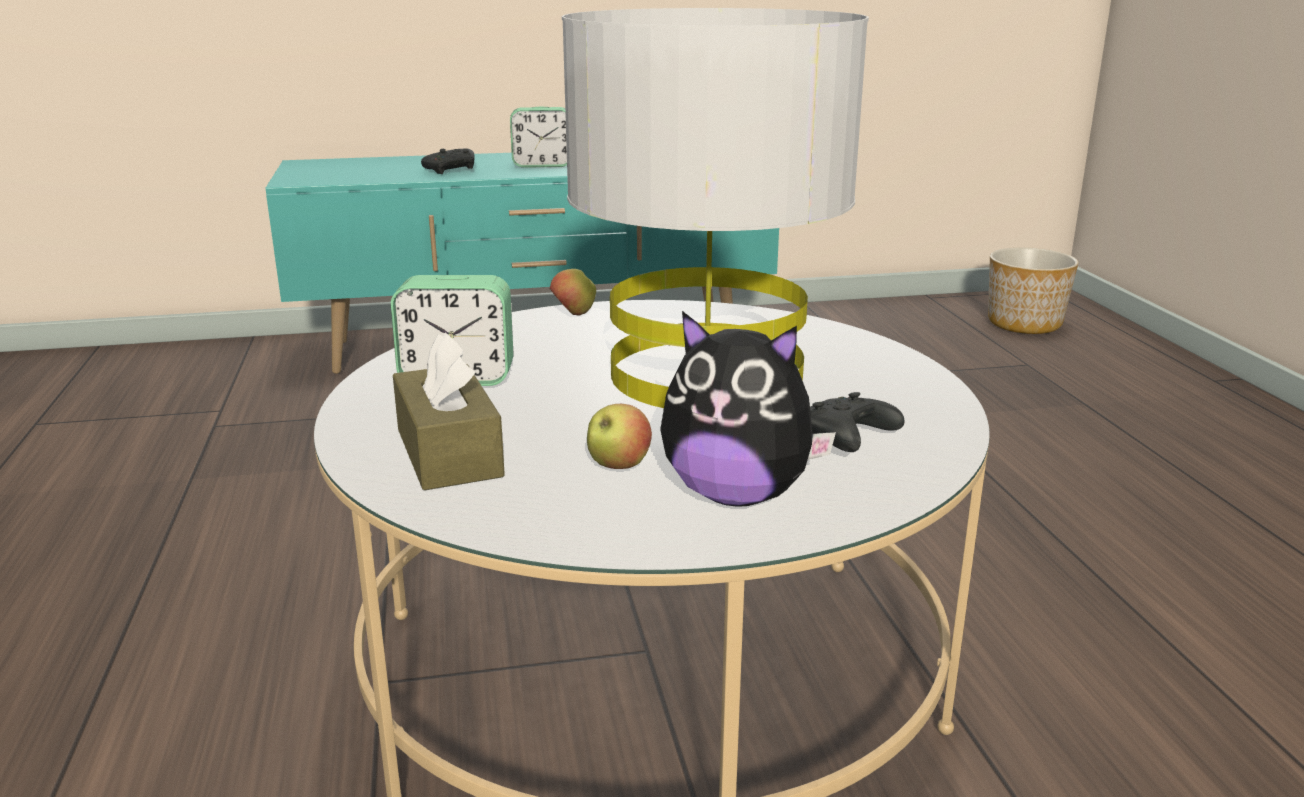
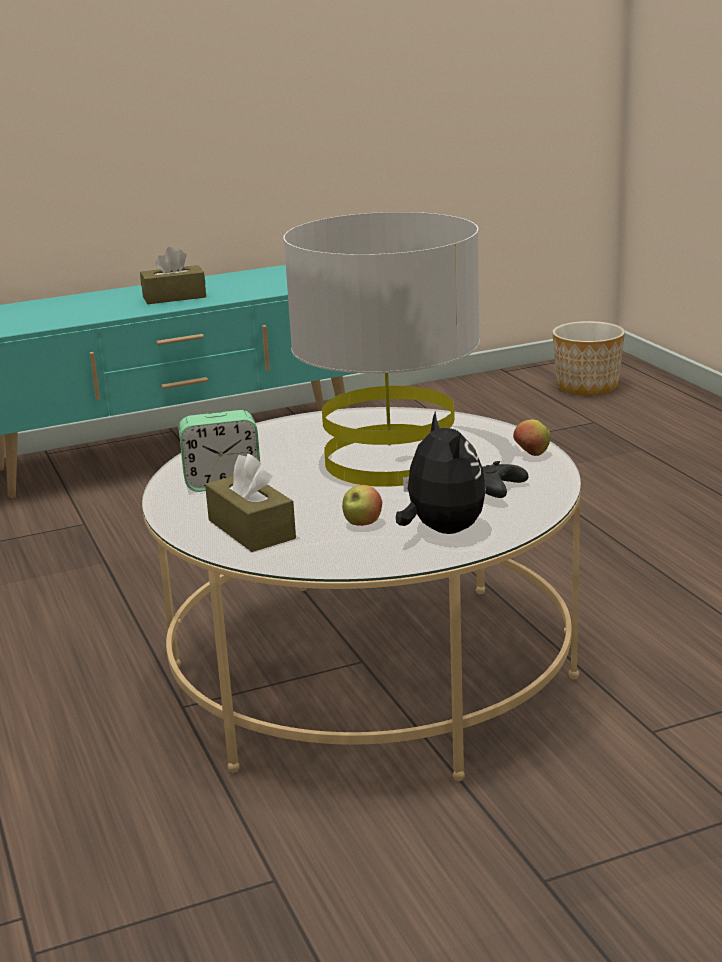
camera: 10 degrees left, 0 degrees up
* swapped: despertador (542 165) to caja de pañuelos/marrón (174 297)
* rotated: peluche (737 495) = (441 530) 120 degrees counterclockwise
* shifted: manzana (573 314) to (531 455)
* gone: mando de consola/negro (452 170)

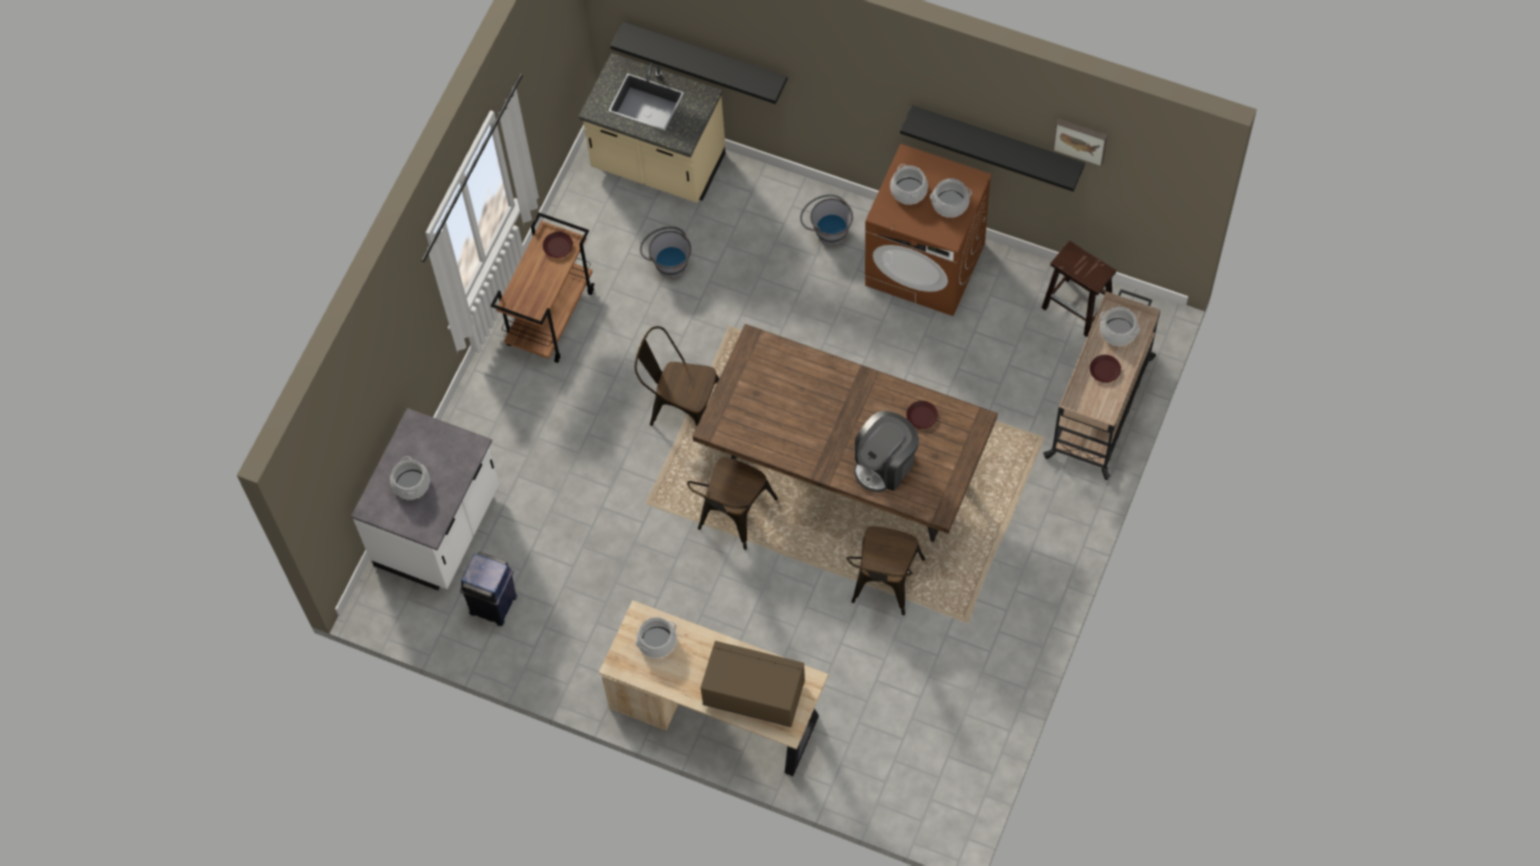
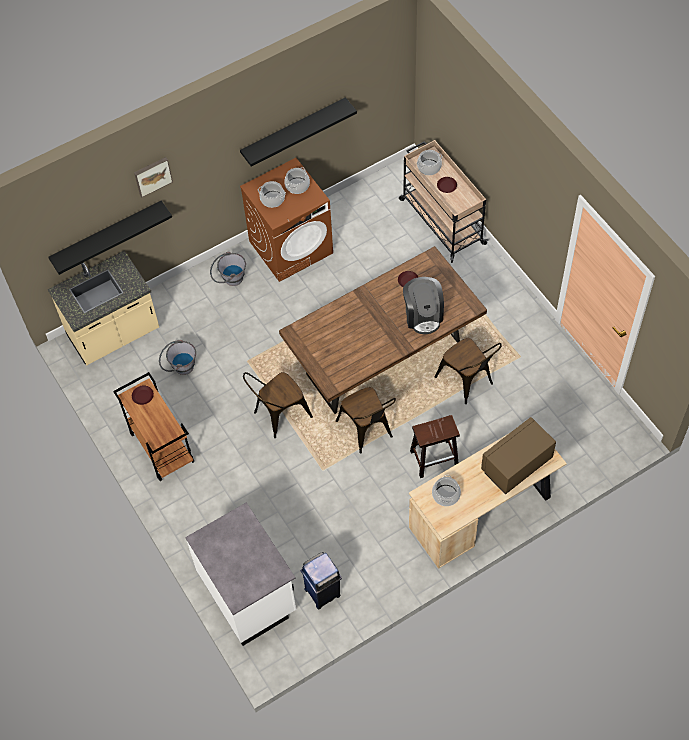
camera: 55 degrees left, 5 degrees down
* shifted: cuadro (1081 140) to (152 176)
* shifted: taburete/marrón (1078 307) to (435 458)
* gone: olla (411 484)

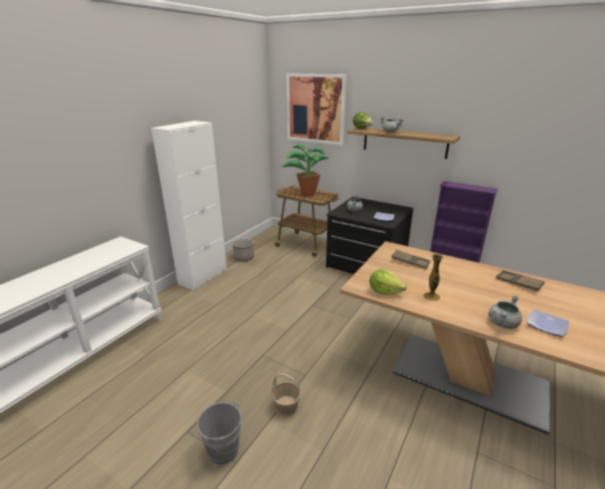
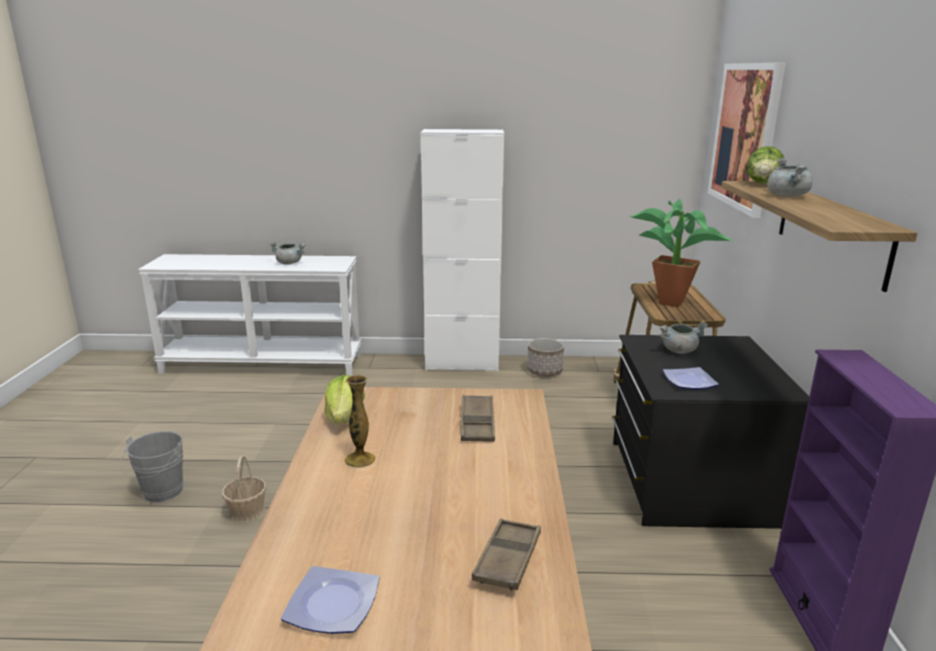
camera: 60 degrees right, 5 degrees down
* shifted: olla/gris (502 323) to (289 263)

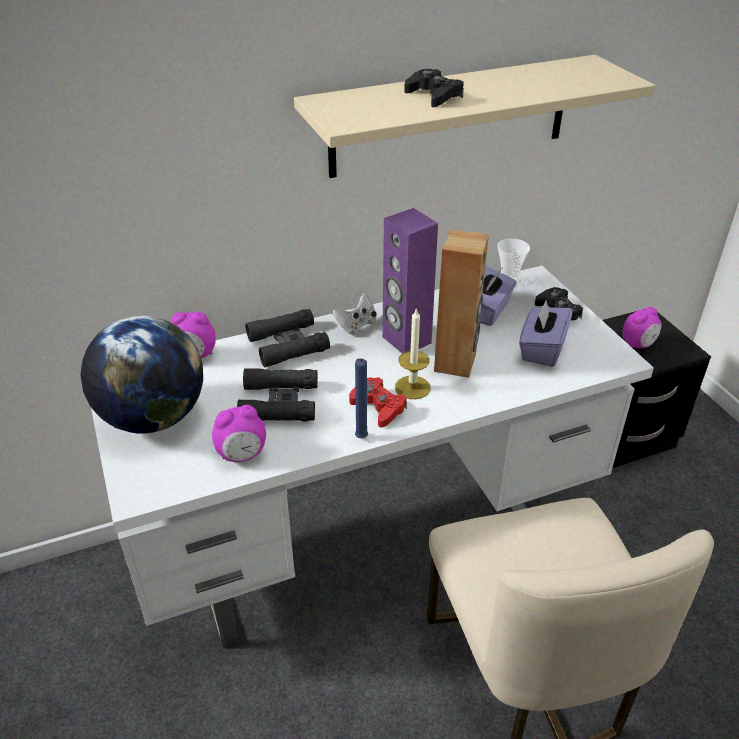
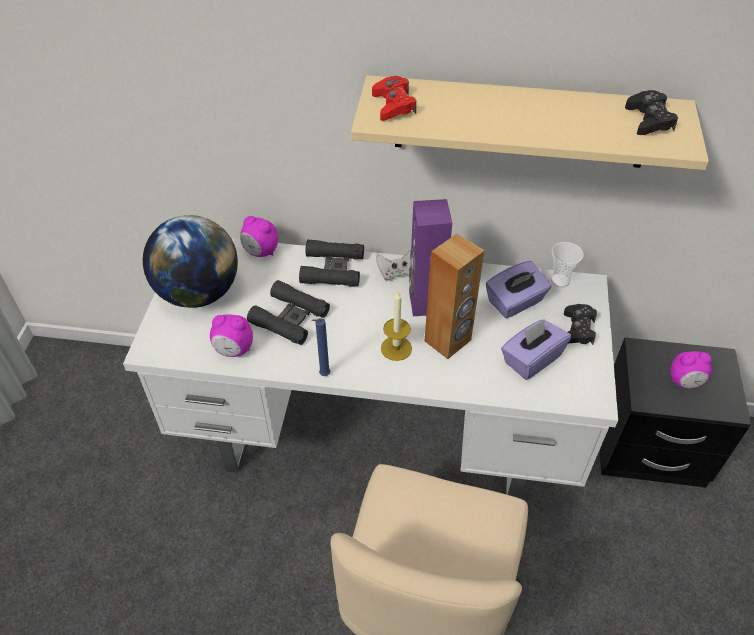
camera: 30 degrees right, 10 degrees up
* shifted: mando de consola/rojo (378 407) to (393 105)
* shifted: mando de consola/negro (434 96) to (649 120)

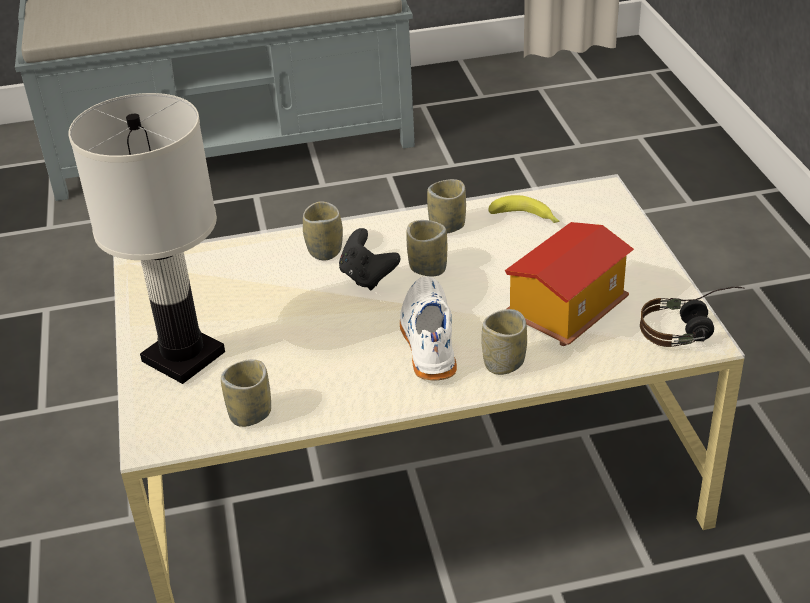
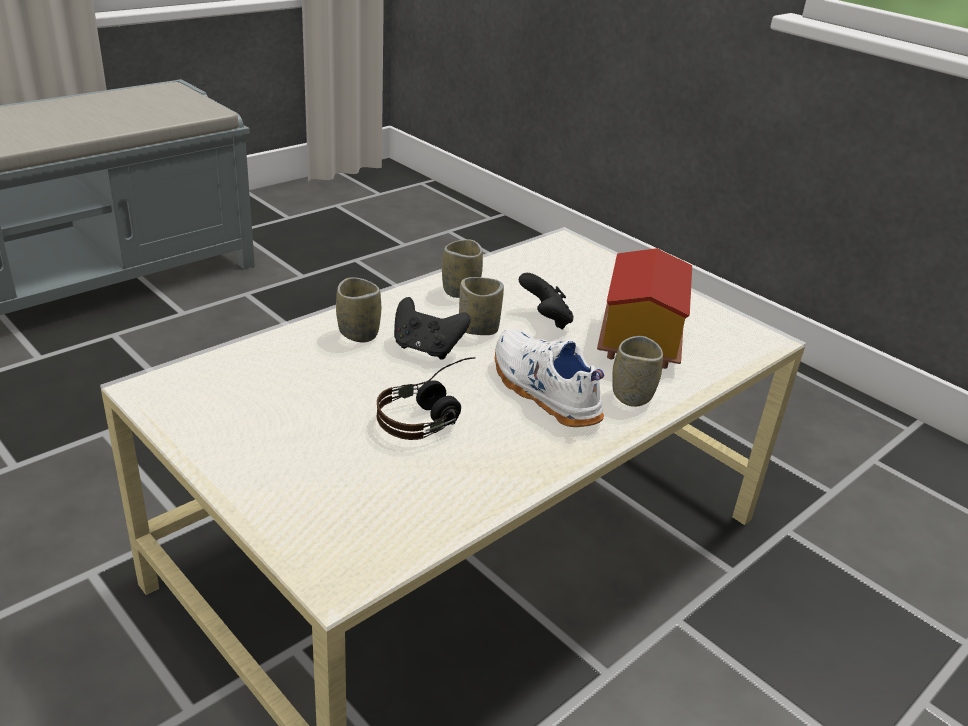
camera: 35 degrees left, 5 degrees down
* shifted: auriculares (692 328) to (433 413)
* new: mando de consola/negro (545 320)
* gone: lámpara de mesa/blanco (183 356)
* gone: taza (250 414)
* gone: plátano (526 218)

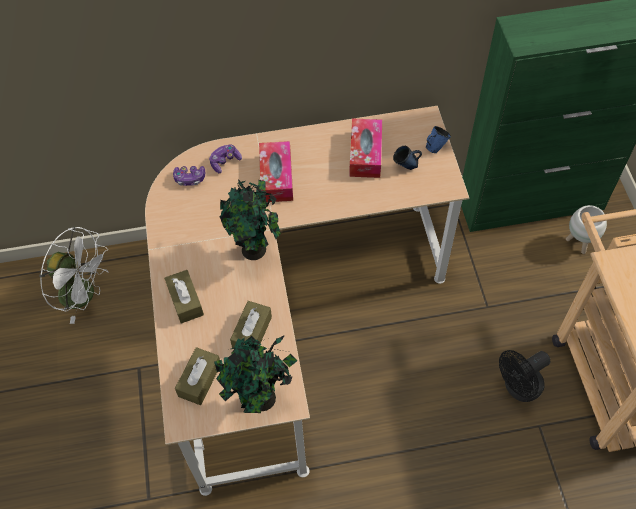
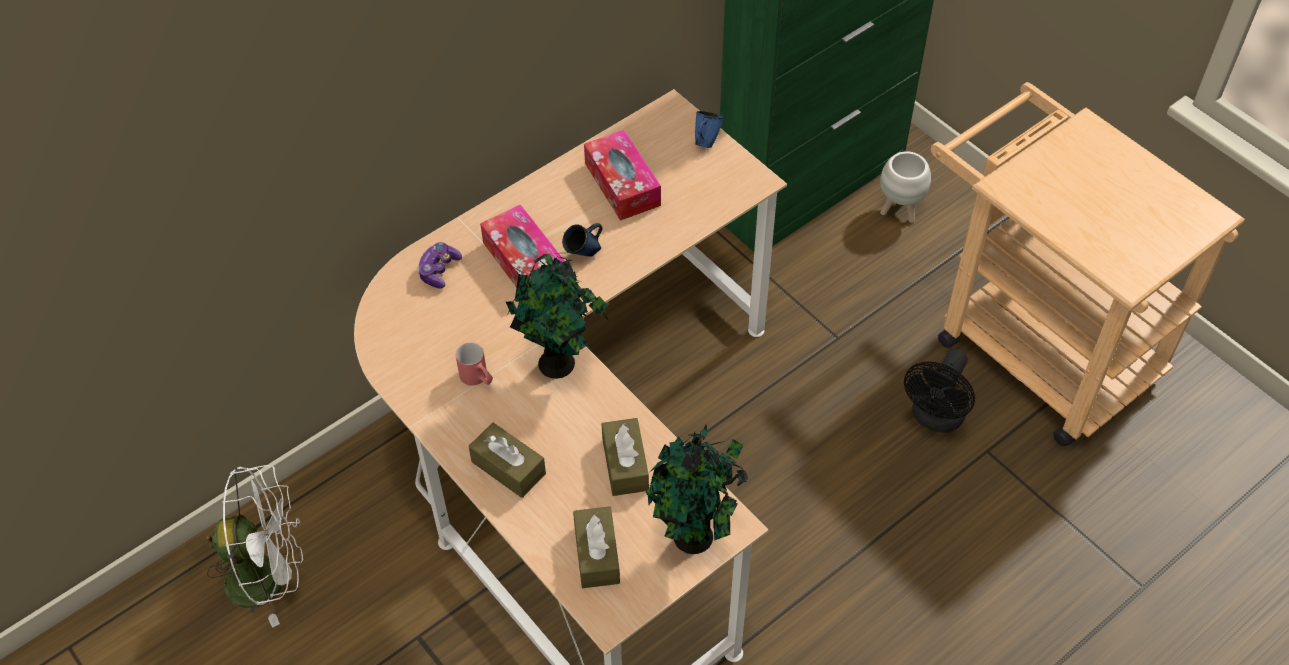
camera: 30 degrees left, 5 degrees down
* new: taza grande/rojo (478 379)
* shifted: taza grande/azul (406 167) to (584 255)
* gone: mando de consola (190 178)

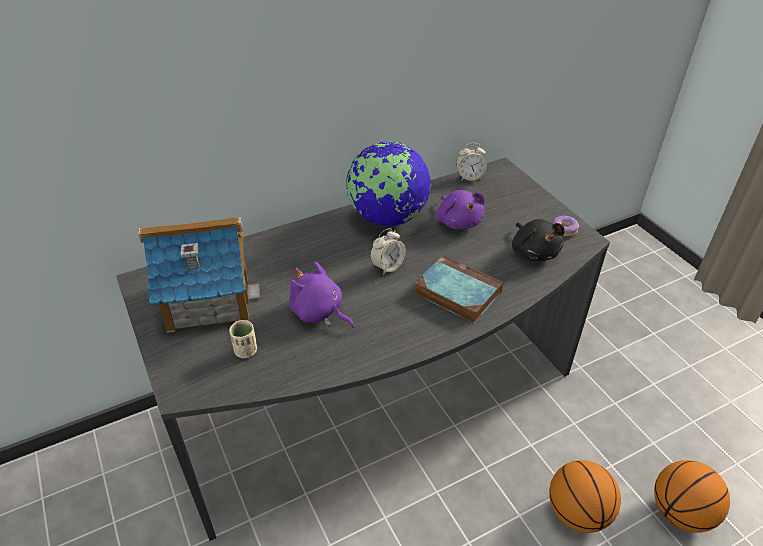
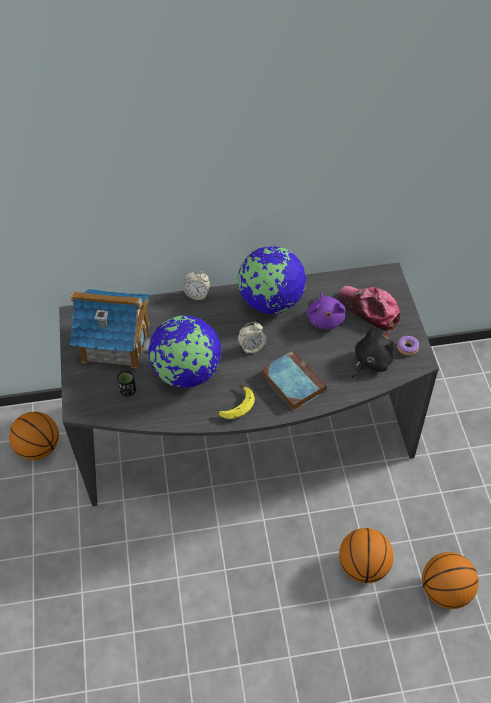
camera: 20 degrees right, 10 degrees up
* new: balón de baloncesto (39 448)
* repainted: taza/beis (246 351) to taza/negro (128 390)
* swapped: peluche/morado (319 312) to globo terráqueo (187 373)
* shifted: despertador (469 177) to (197 295)
* new: plátano (235 404)
* new: gorra (369 310)
* rotated: peluche/negro (534 251) = (371 362) 135 degrees counterclockwise

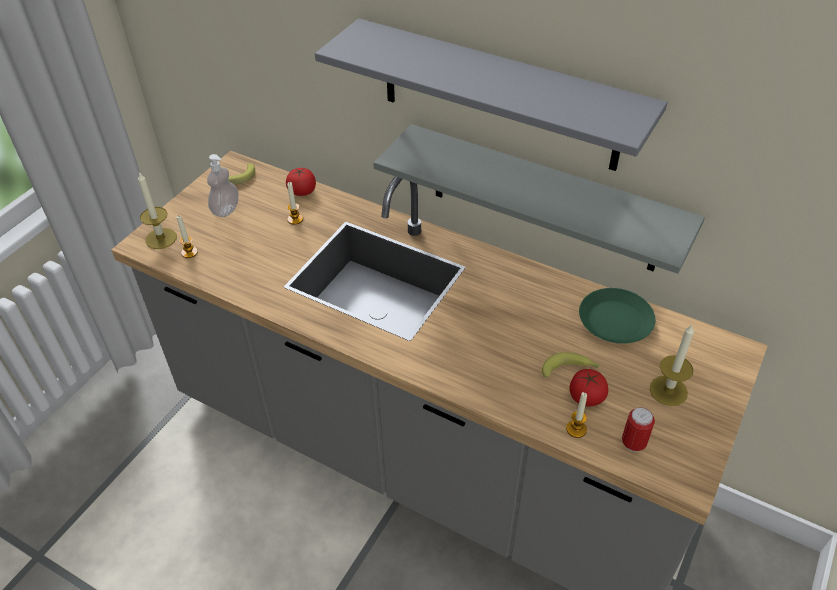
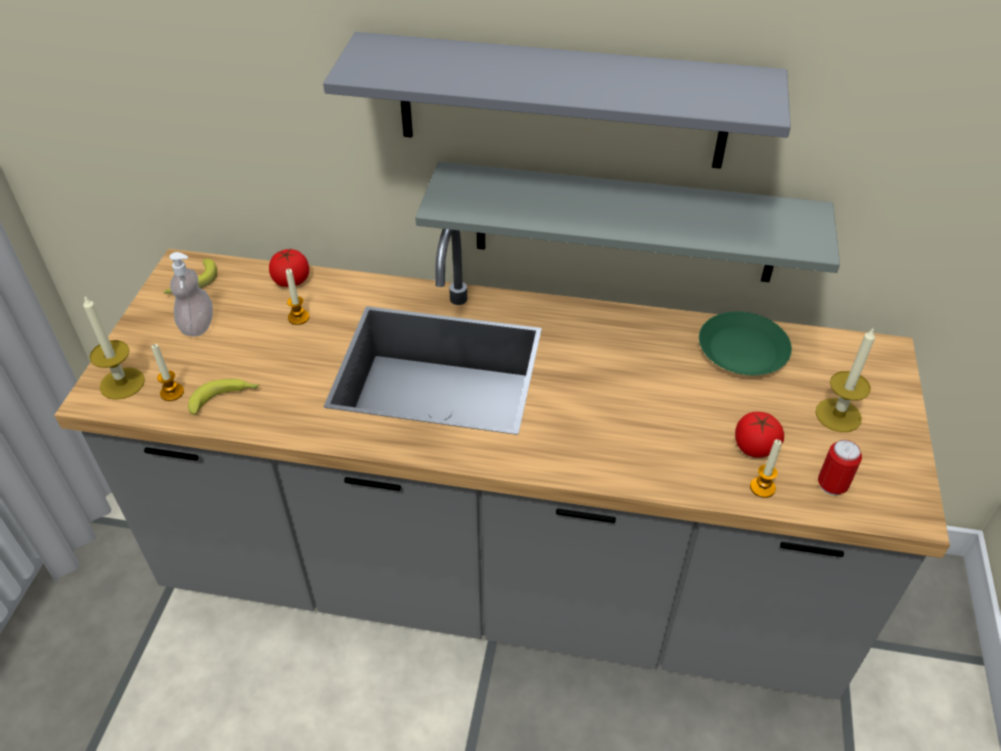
camera: 20 degrees left, 0 degrees up
* shifted: plátano (570 370) to (225 399)

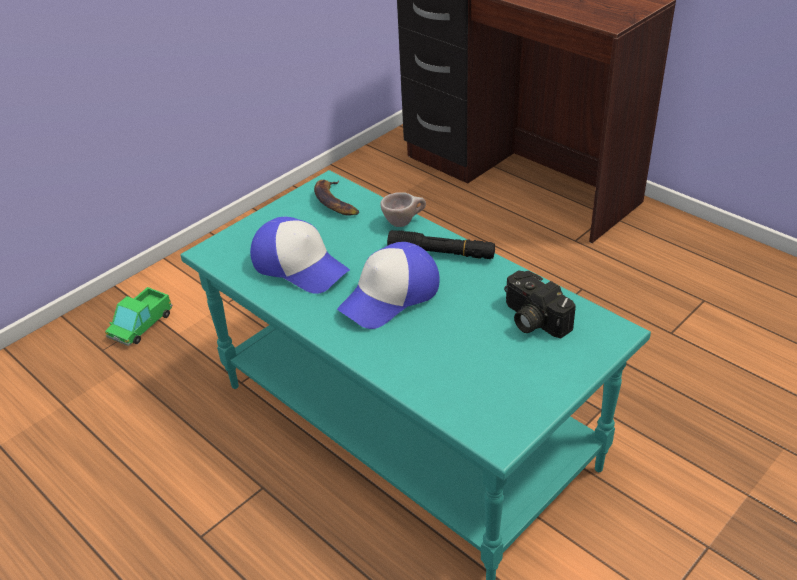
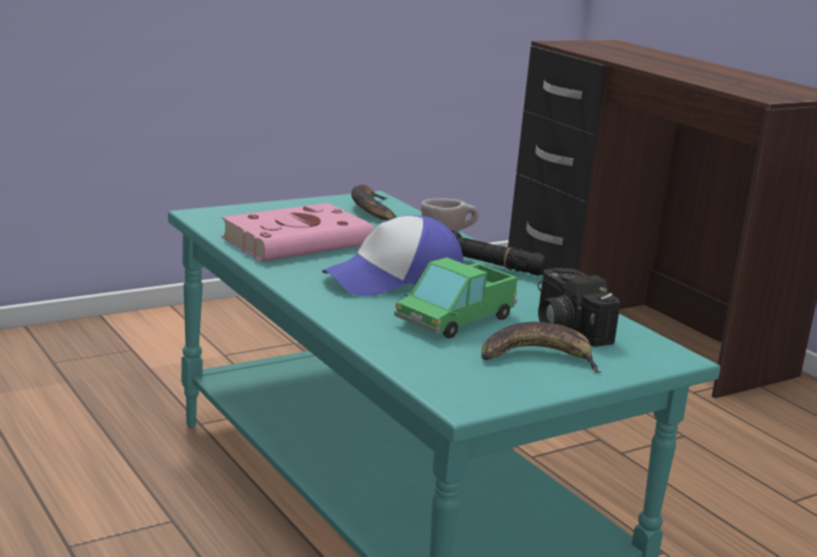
camera: 10 degrees right, 20 degrees down
* swapped: gorra (300 266) to libro/rosa (300 241)
* shifted: camión de juguete (141 325) to (455 319)
* new: plátano (538 358)

